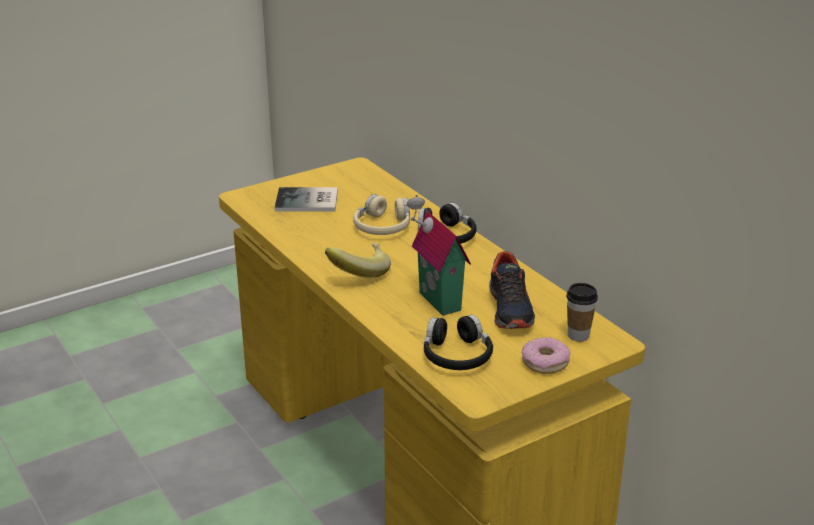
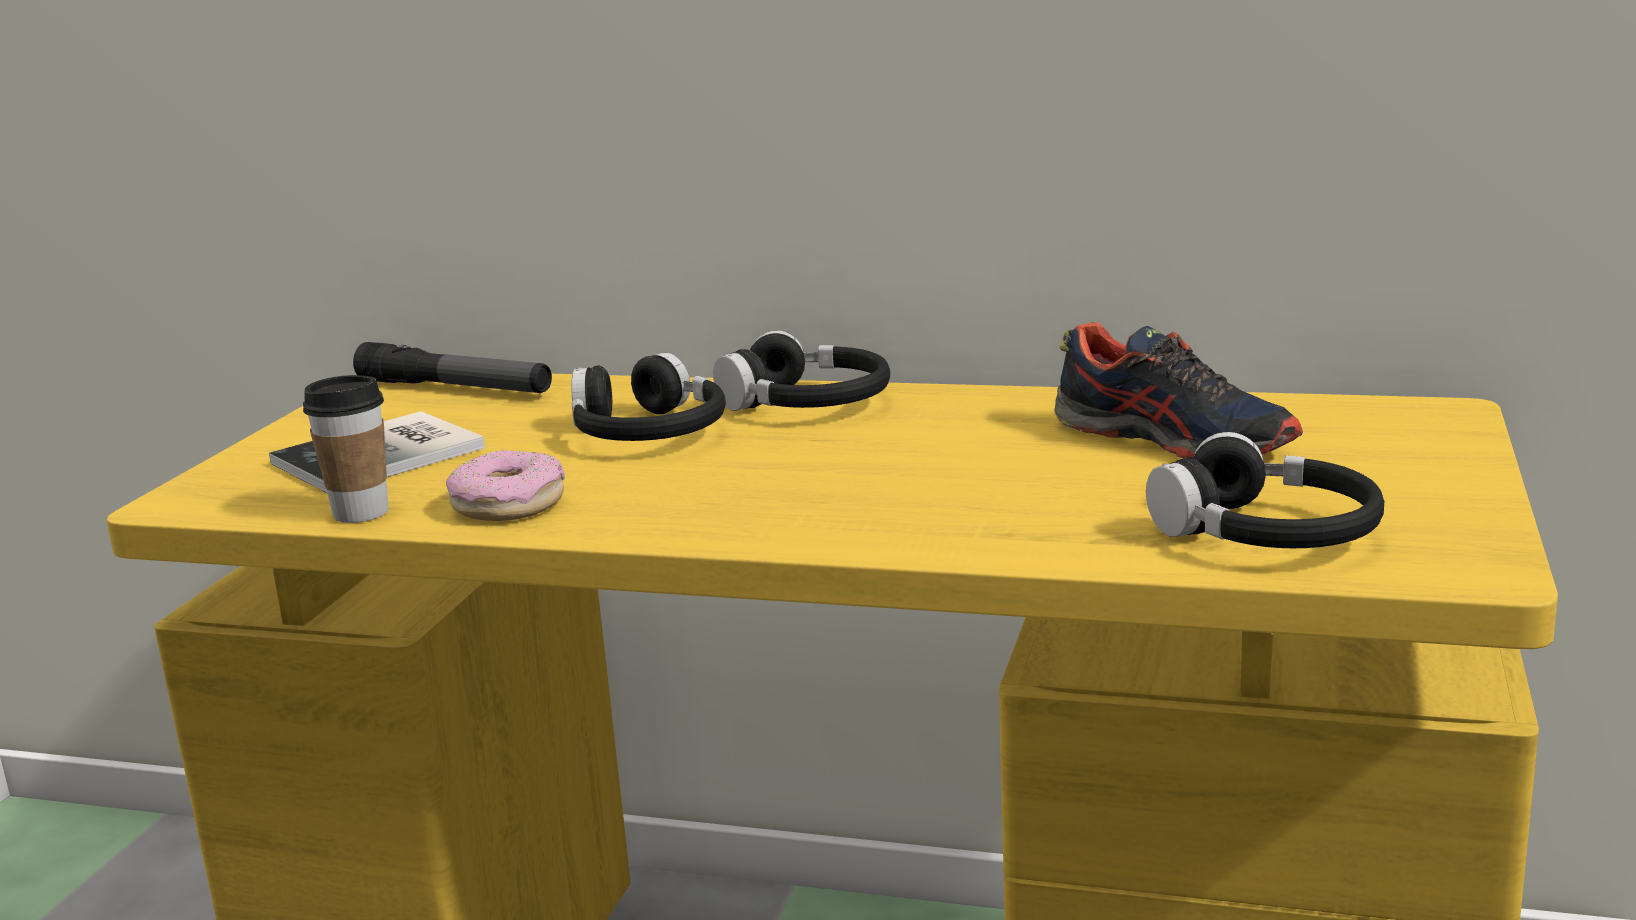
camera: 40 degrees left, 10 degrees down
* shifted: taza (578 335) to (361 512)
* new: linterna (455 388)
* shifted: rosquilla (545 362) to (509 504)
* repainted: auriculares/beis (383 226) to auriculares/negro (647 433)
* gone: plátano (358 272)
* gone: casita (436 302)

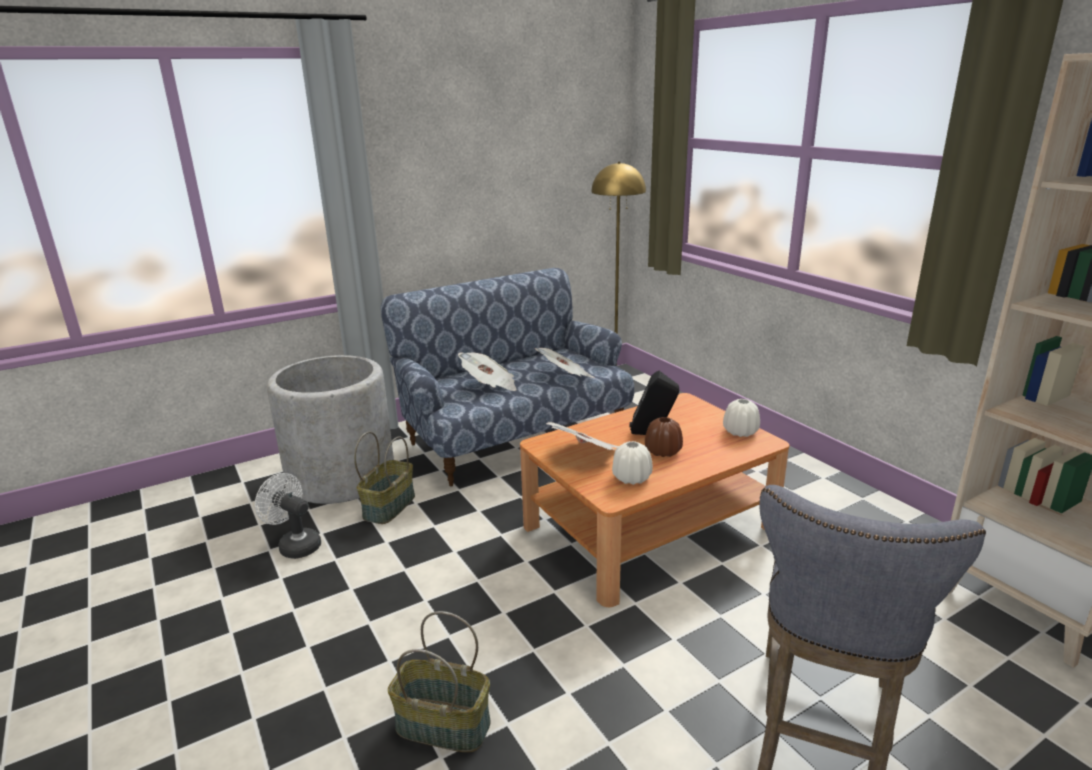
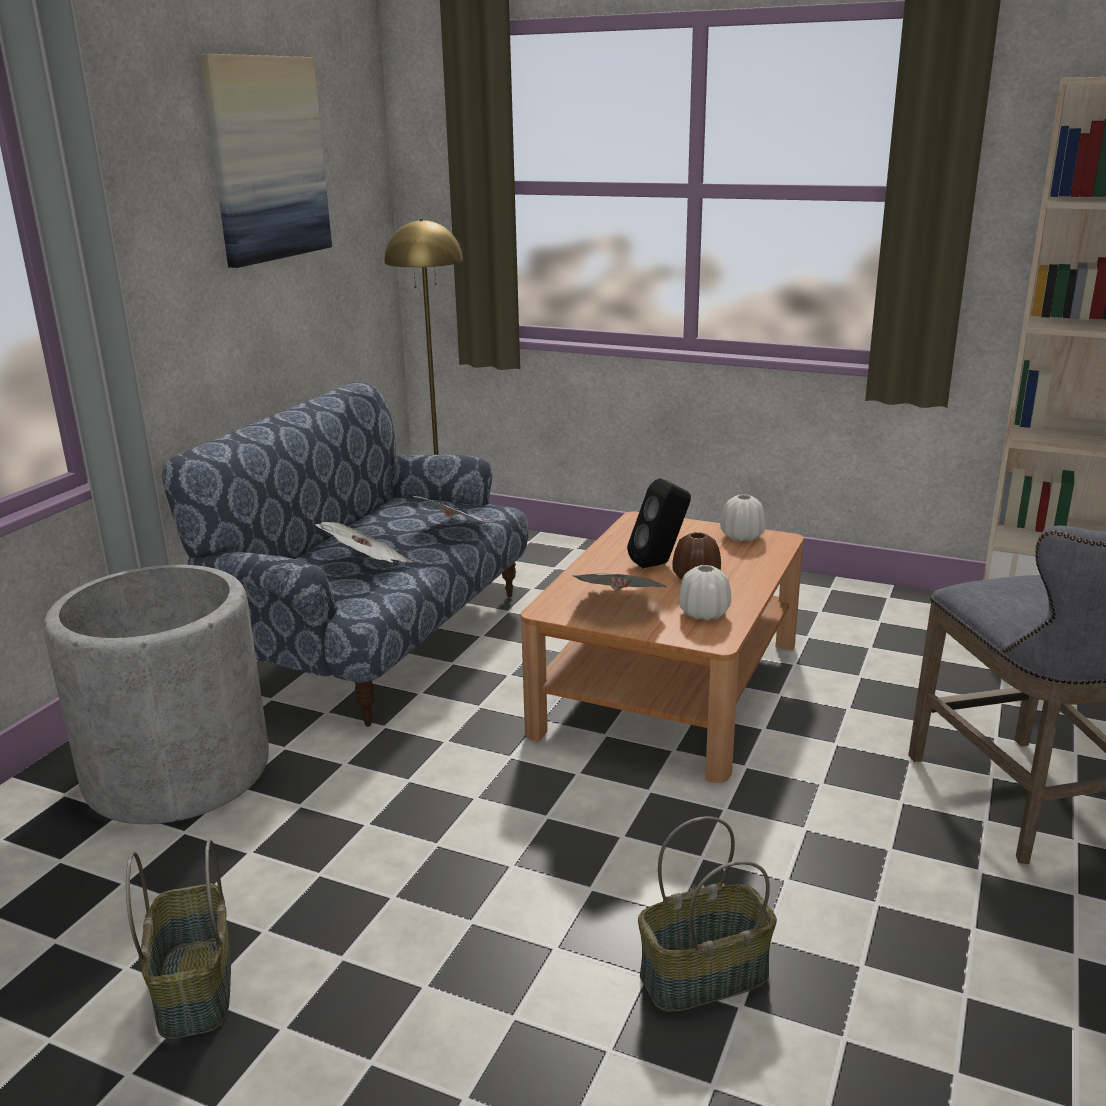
camera: 35 degrees left, 0 degrees up
* shifted: cesta (388 506) to (193 987)
* new: cuadro (267 159)
* gone: ventilador/blanco (295 545)

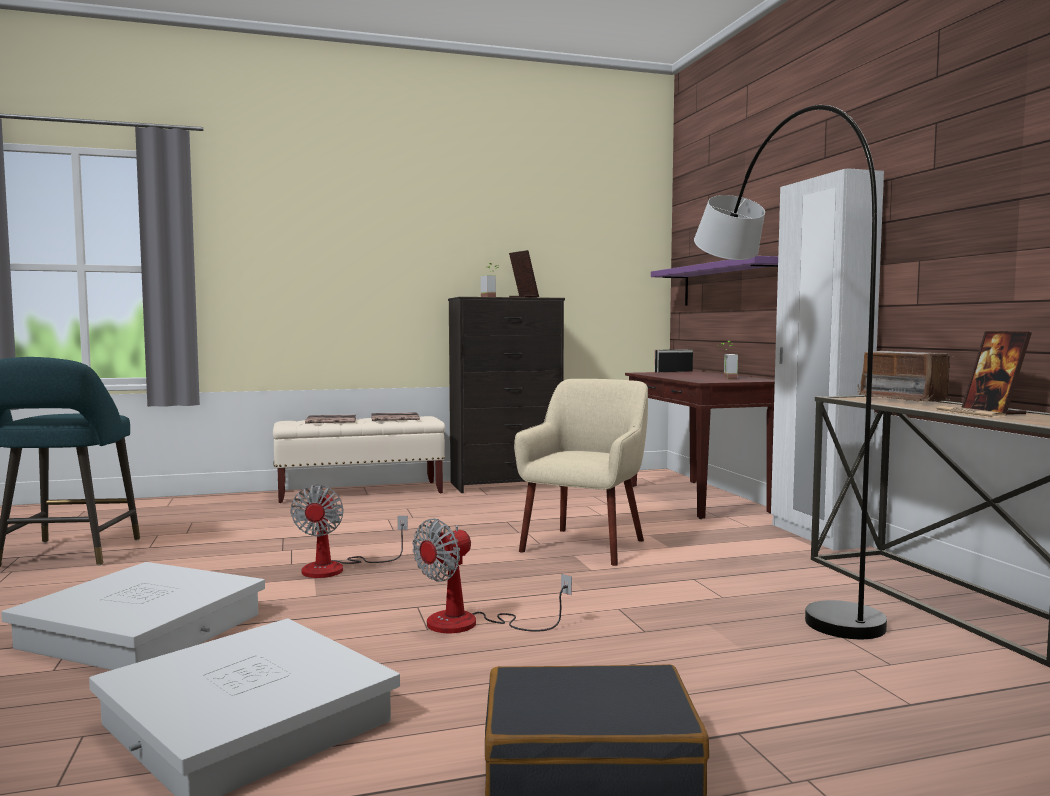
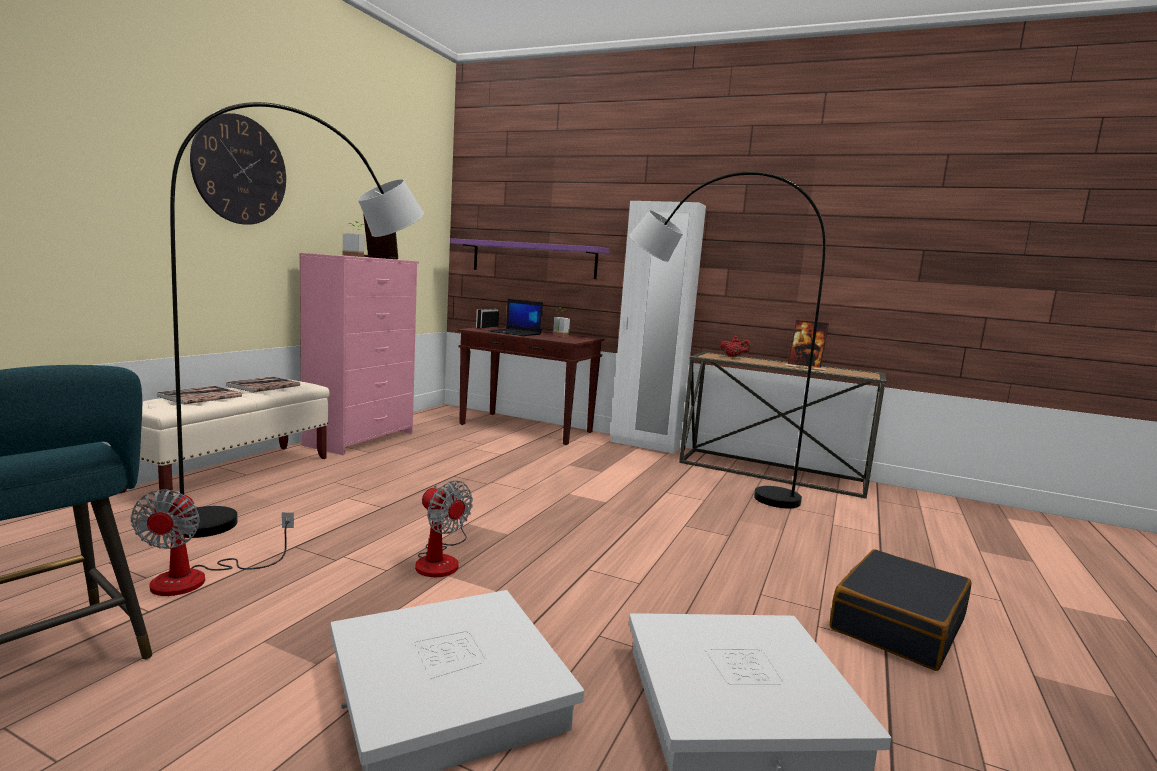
camera: 50 degrees left, 5 degrees up
* shifted: ventilador (471 624) to (199 578)
* new: lámpara de pie/gris (313 501)
* new: reloj de pared (240 170)
* repainted: cómoda/negro (507 484) to cómoda/rosa (361 439)
* new: portátil (515 333)
* swapped: radio (903 399) to tetera/rojo (733 357)
* gone: sillón/beis (585 545)

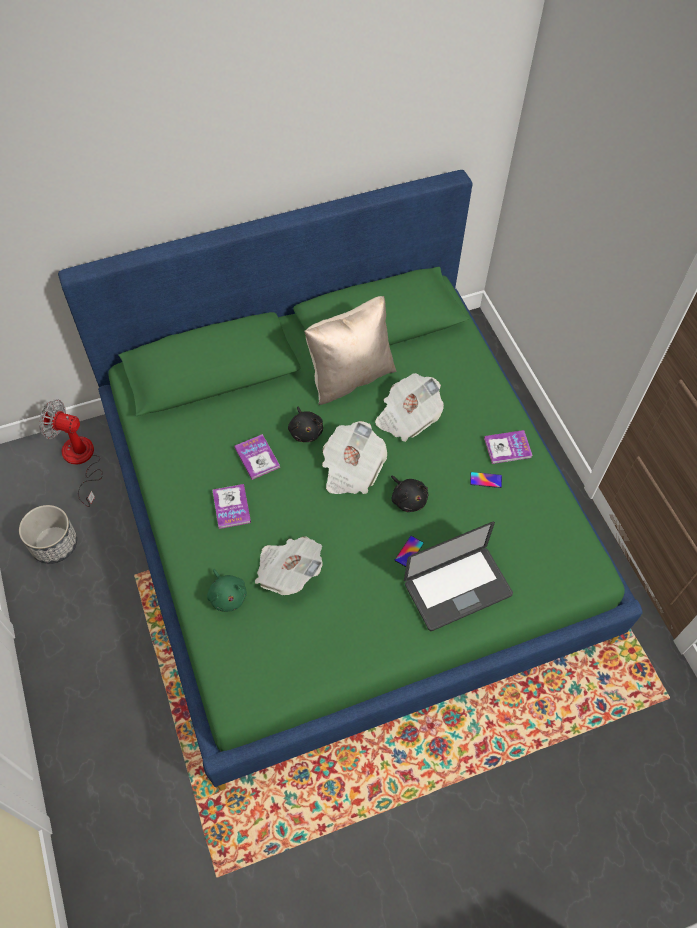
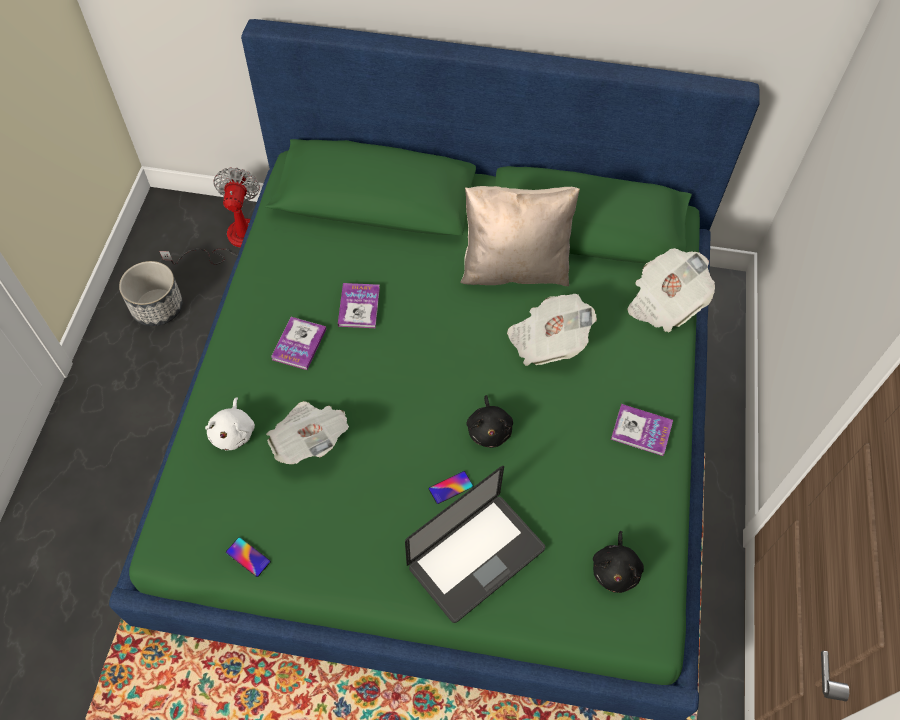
camera: 30 degrees right, 0 degrees up
* rotated: ventilador (80 461) = (232 240) 45 degrees clockwise
* repainted: peluche/verde (227 595) to peluche/blanco (233 432)
* shifted: móvil (485 480) to (248 557)
* rotated: portátil (457 589) = (476 558) 45 degrees counterclockwise
* shifted: peluche/negro (306 431) to (615 569)
* shifted: periódico (351 469) to (664 302)

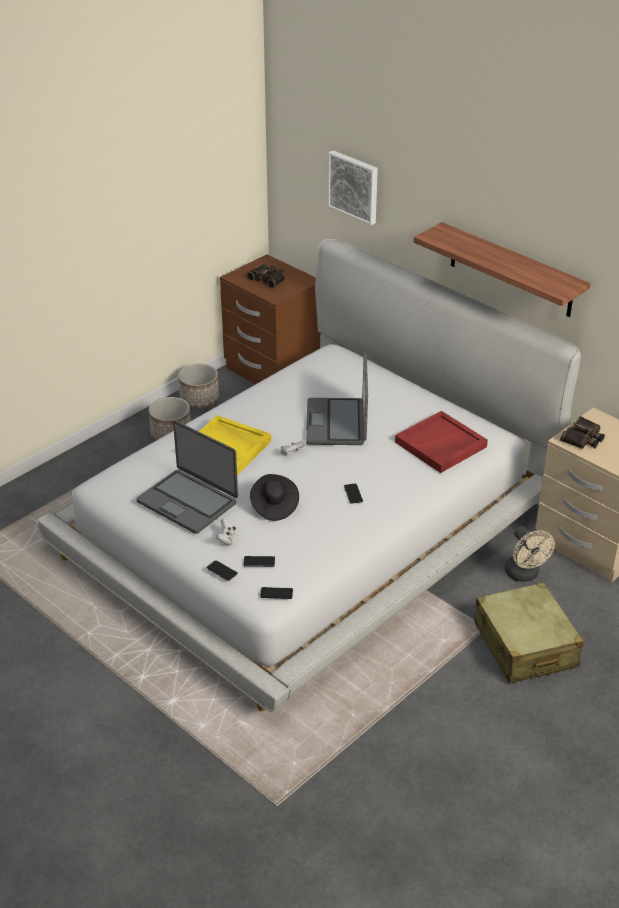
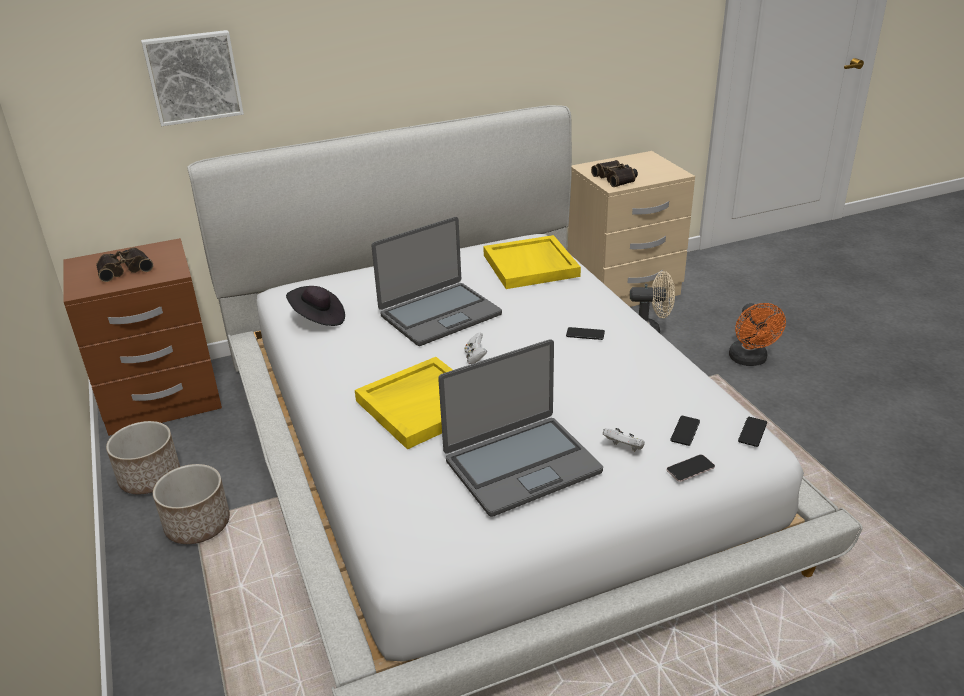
camera: 65 degrees left, 5 degrees down
* shifted: sombrero/negro (274 506) to (318 319)
* rotated: portátil (337 423) = (439 314) 60 degrees counterclockwise
* repainted: bandeja/rojo (440 445) to bandeja/amarillo (531 266)
* swapped: maleta/beis (525 646) to ventilador/naranja (750 360)
* gone: estante (511 270)

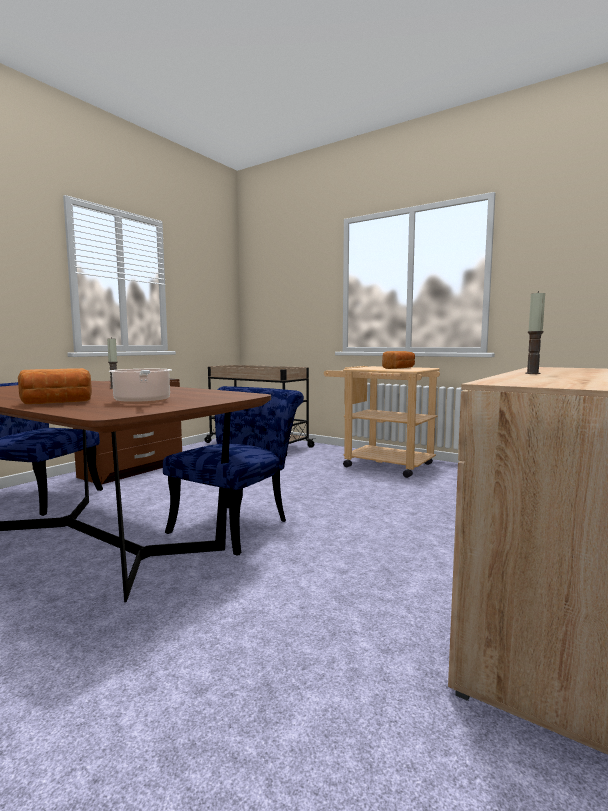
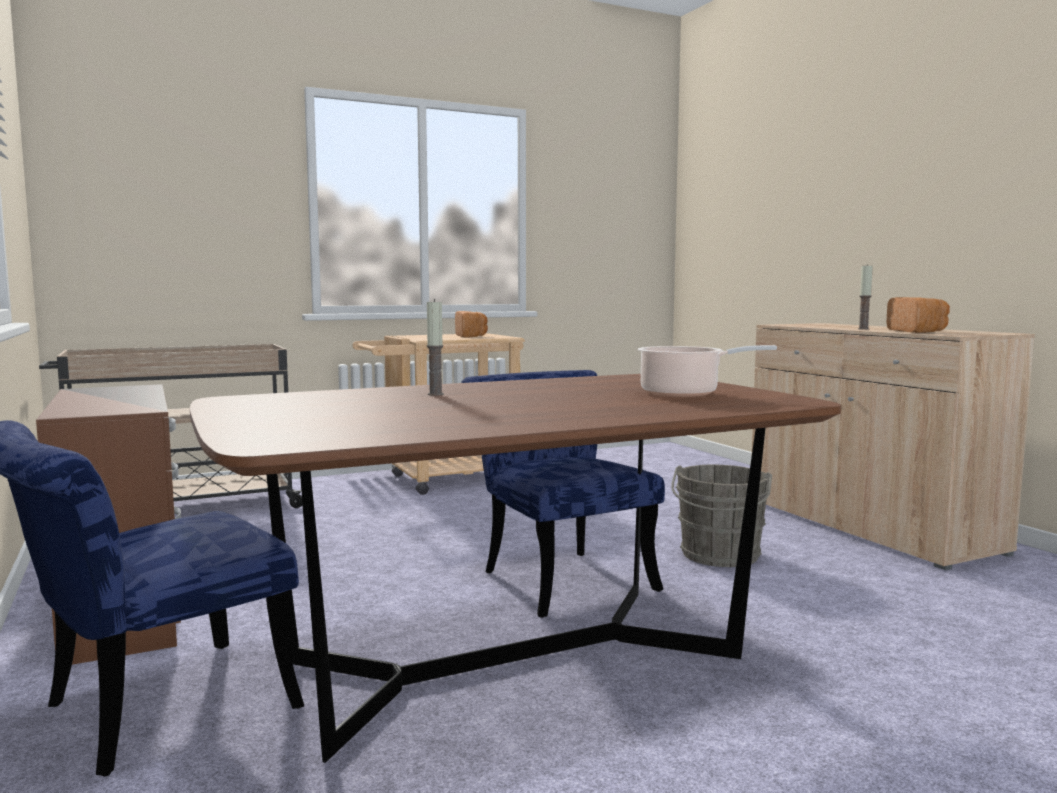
camera: 60 degrees left, 0 degrees up
* new: cubo/gris (719 556)
* shifted: pan (57 403) to (917 331)

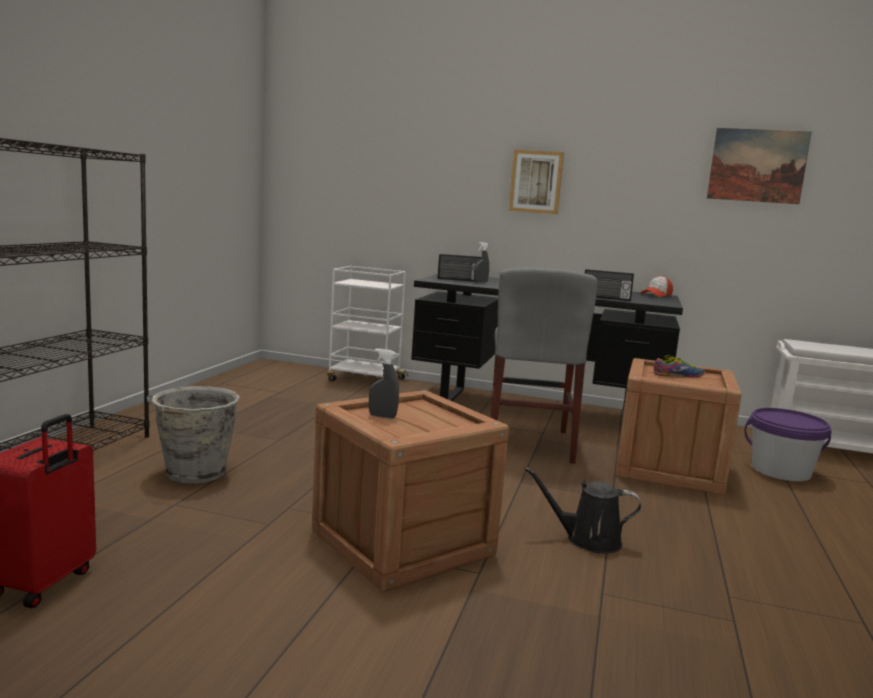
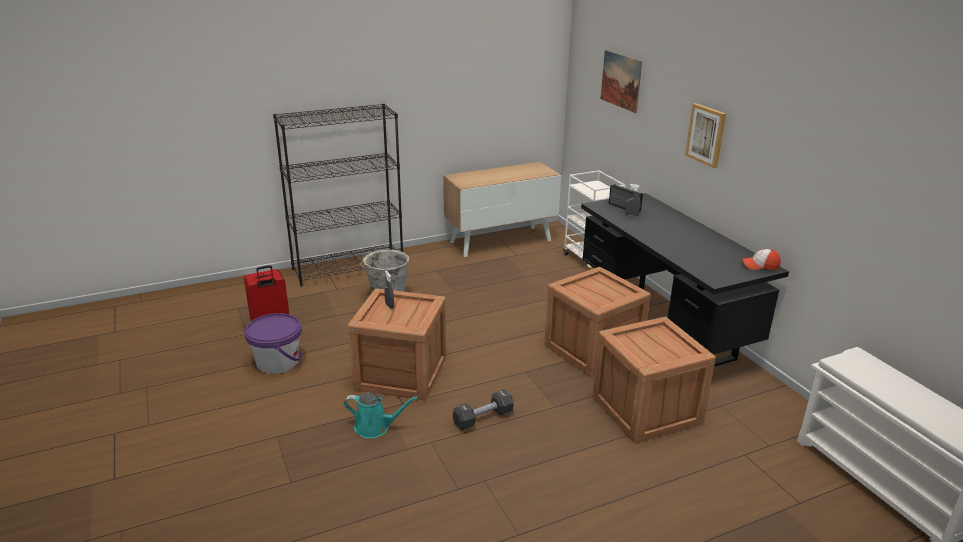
camera: 50 degrees right, 15 degrees up
* shifted: cubo/morado (780 471) to (277 362)
* new: regadera/turquesa (375 427)
* new: armario (500 241)
* swapped: regadera/negro (587 540) to mancuerna/negro (483 418)
* swapped: silla/gris (529 442) to caja de embalaje (592 349)
* shifted: cuadro (757 165) to (621 80)
* gone: radio (606 298)
* gone: zapato (679 376)

